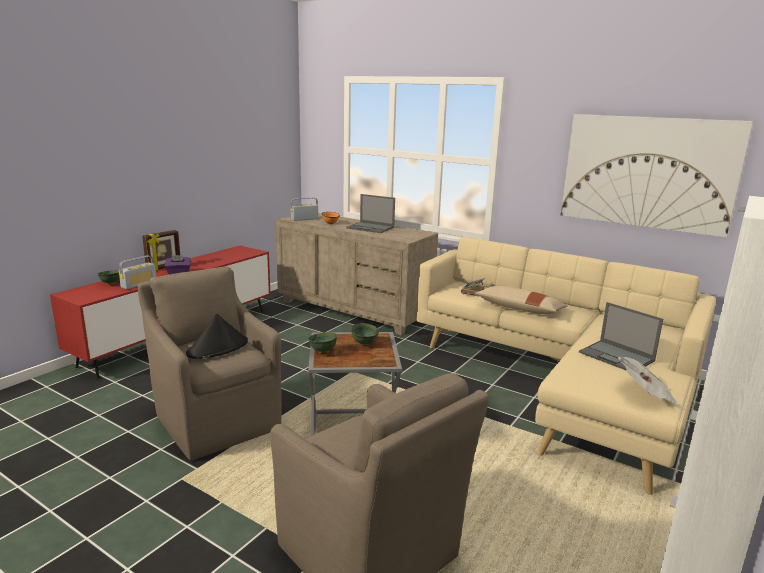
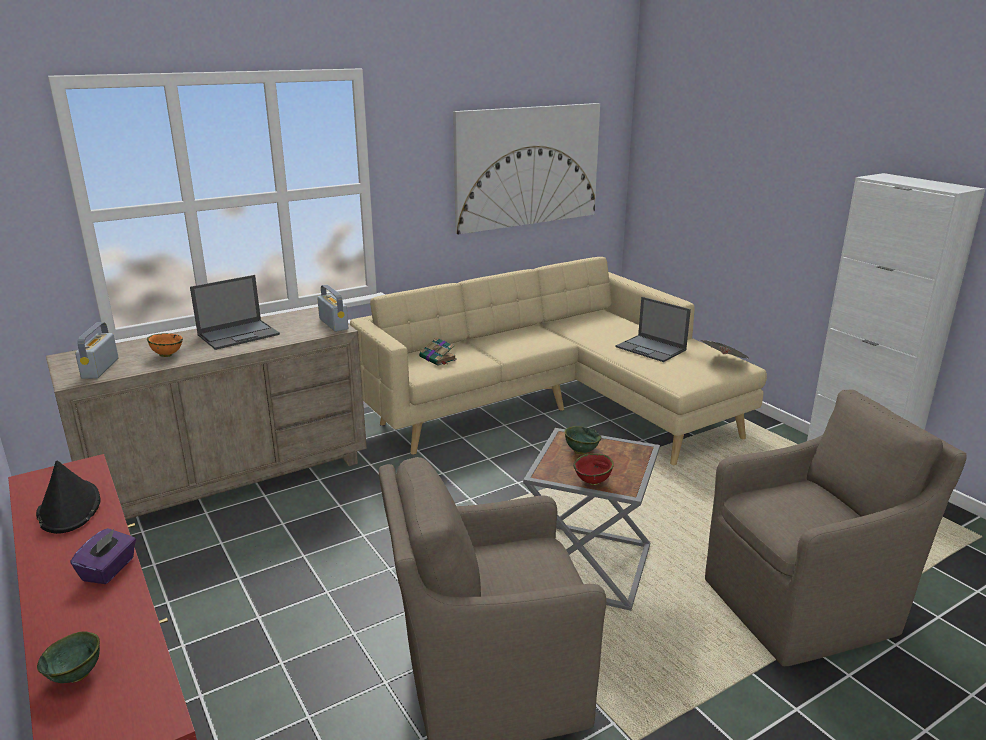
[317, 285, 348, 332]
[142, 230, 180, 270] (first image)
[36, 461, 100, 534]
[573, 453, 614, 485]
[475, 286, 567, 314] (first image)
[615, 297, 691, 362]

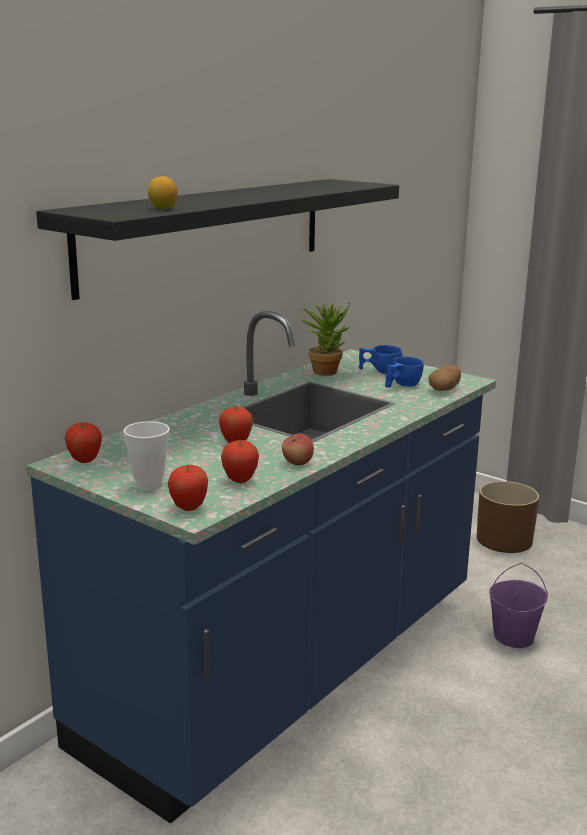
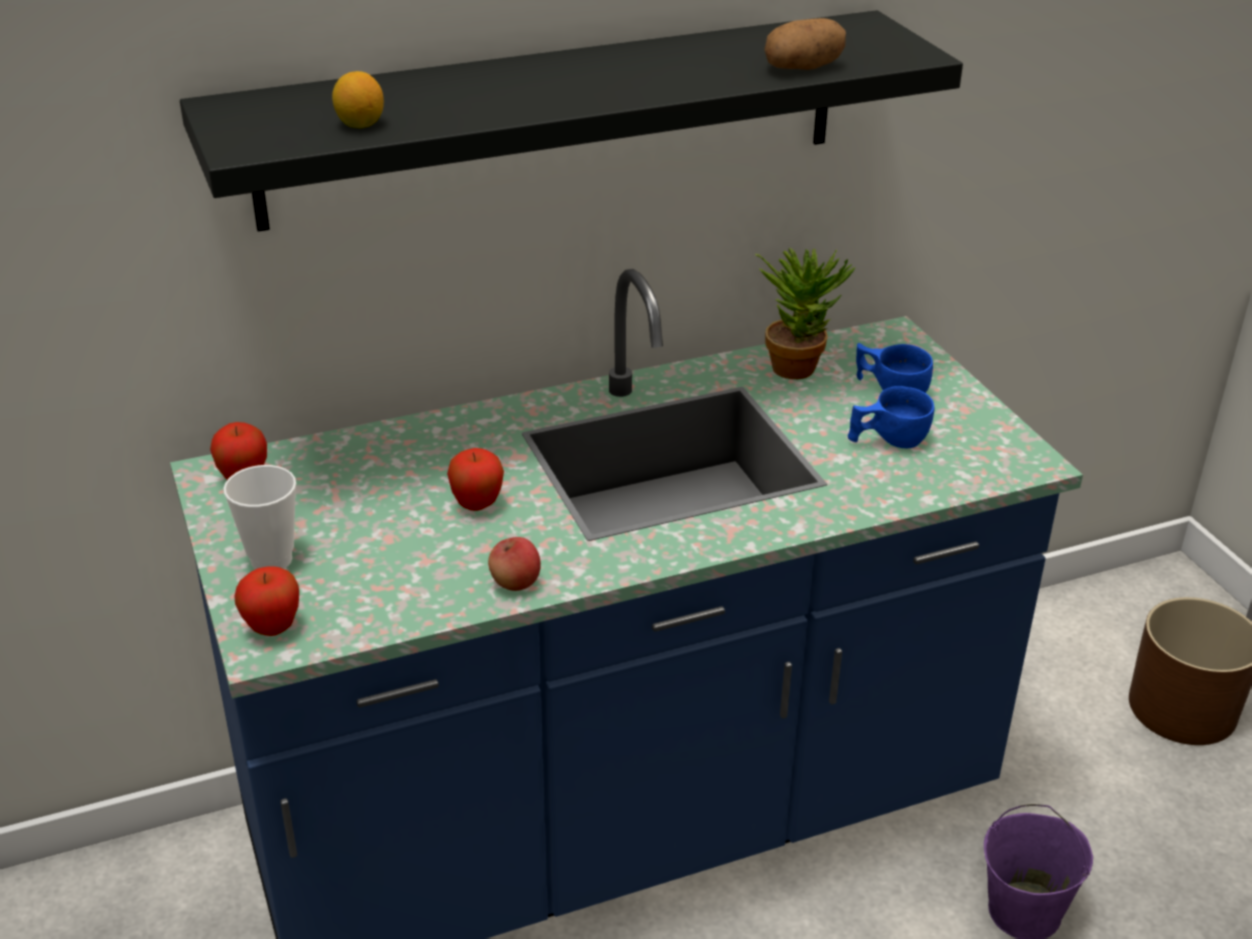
[221, 440, 259, 483] (first image)
[764, 18, 846, 70]

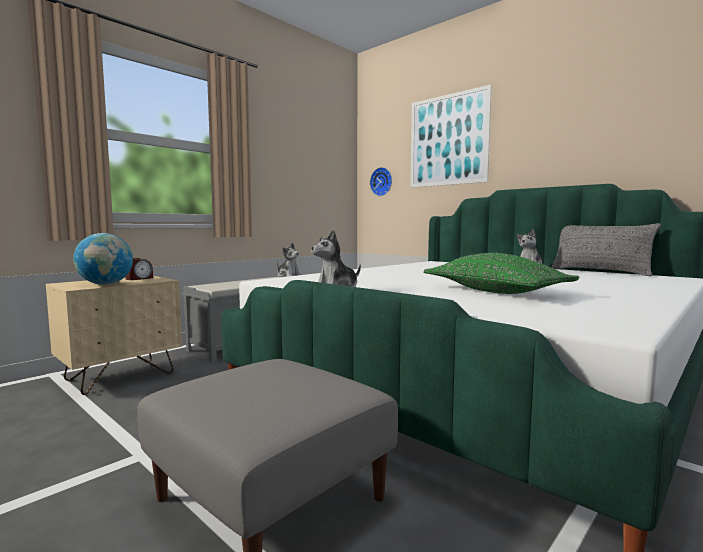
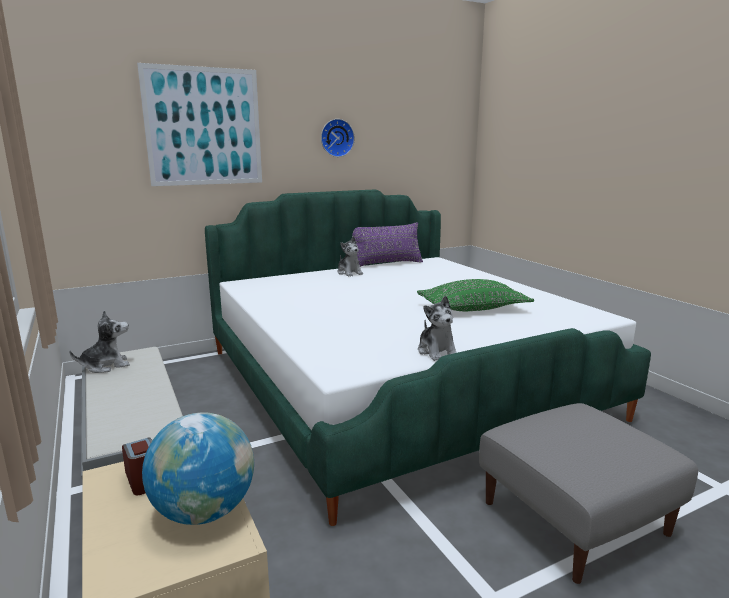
[321, 119, 355, 157]
[352, 222, 423, 267]

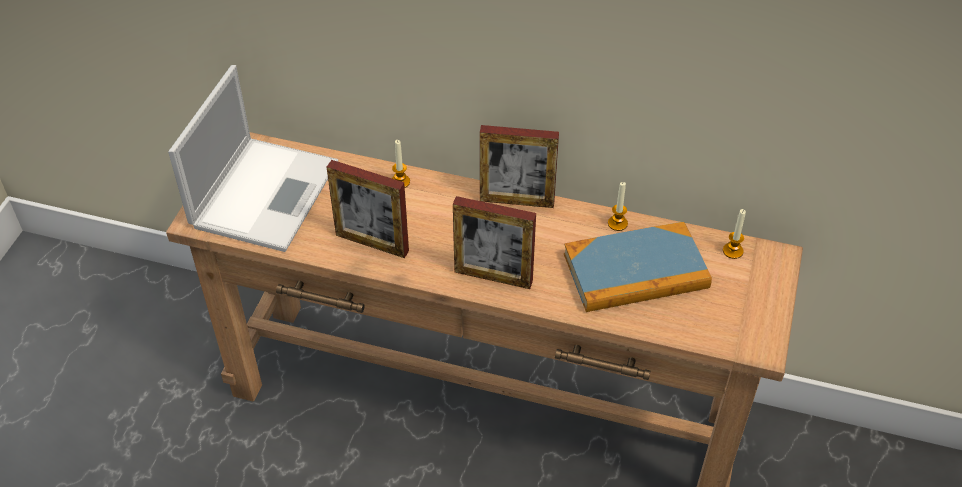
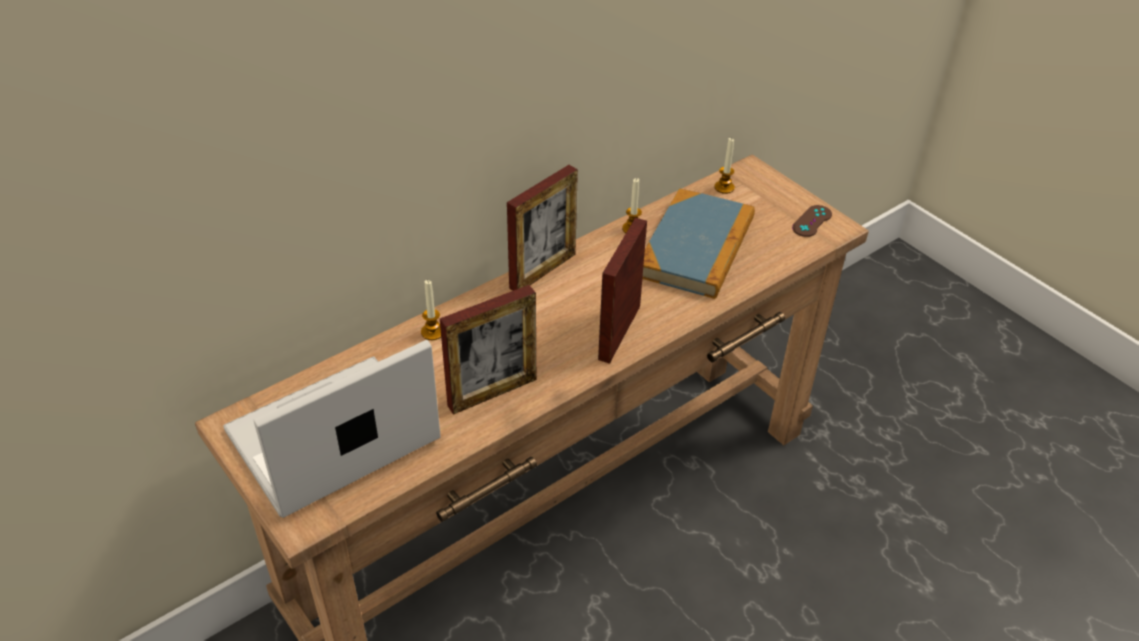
[223, 340, 441, 518]
[598, 218, 647, 364]
[792, 205, 832, 237]

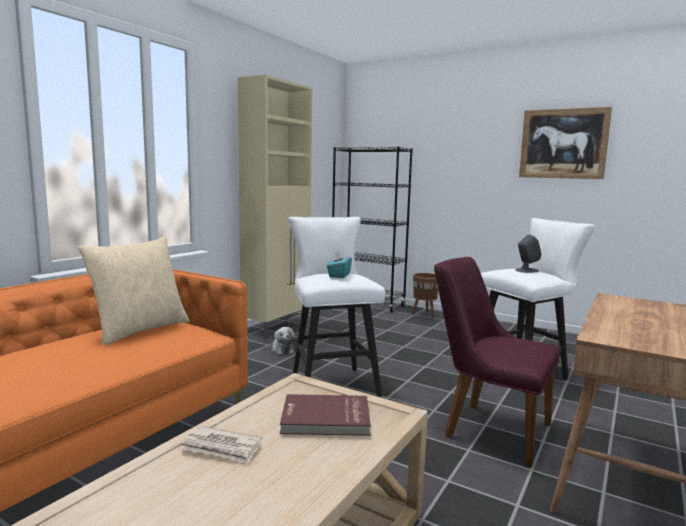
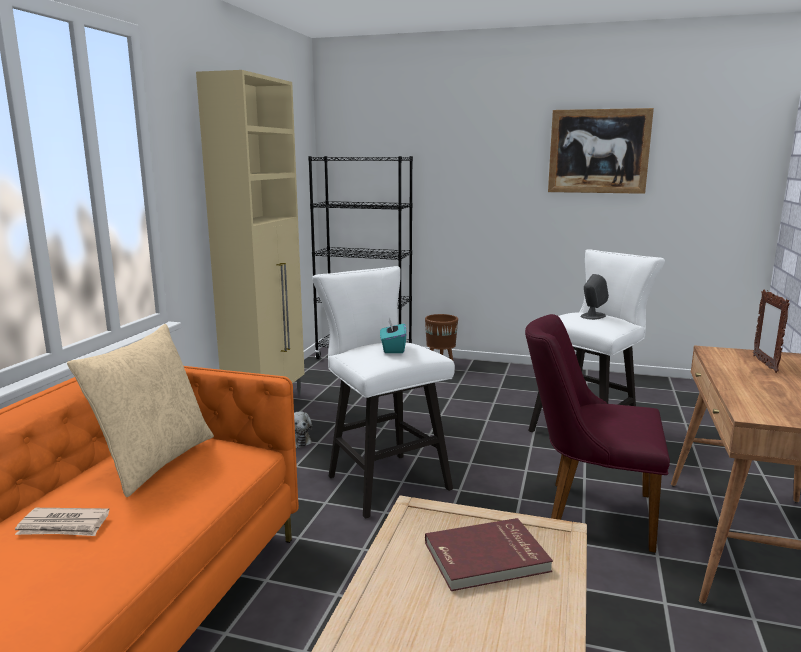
[15, 508, 109, 536]
[753, 289, 790, 373]

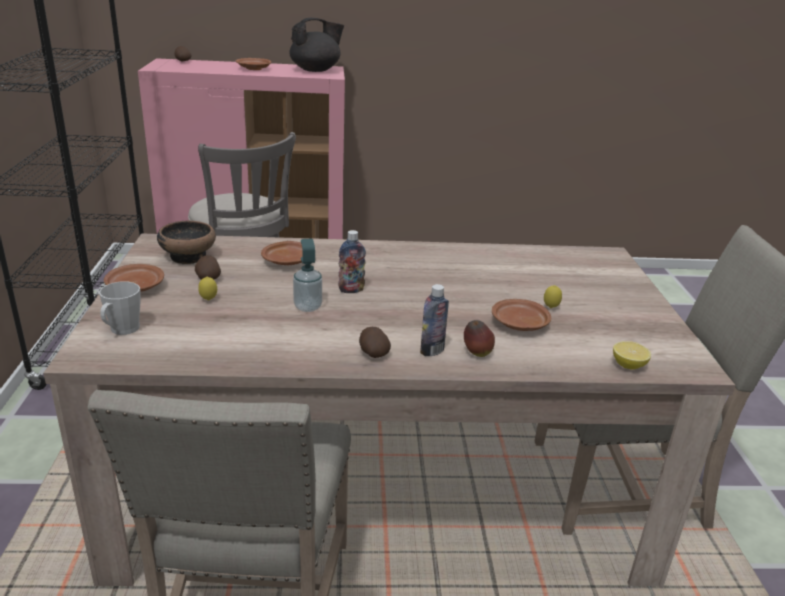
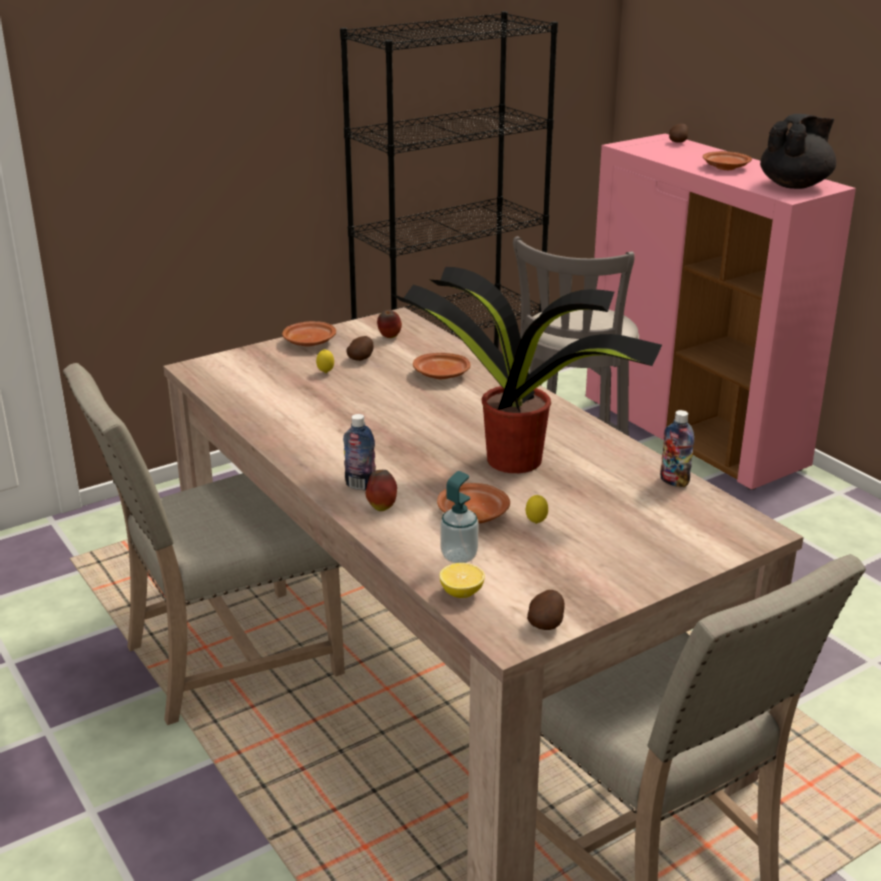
[99, 281, 141, 335] (first image)
[377, 310, 402, 338]
[760, 114, 836, 189]
[441, 471, 479, 563]
[660, 410, 694, 487]
[527, 590, 565, 630]
[392, 266, 662, 473]

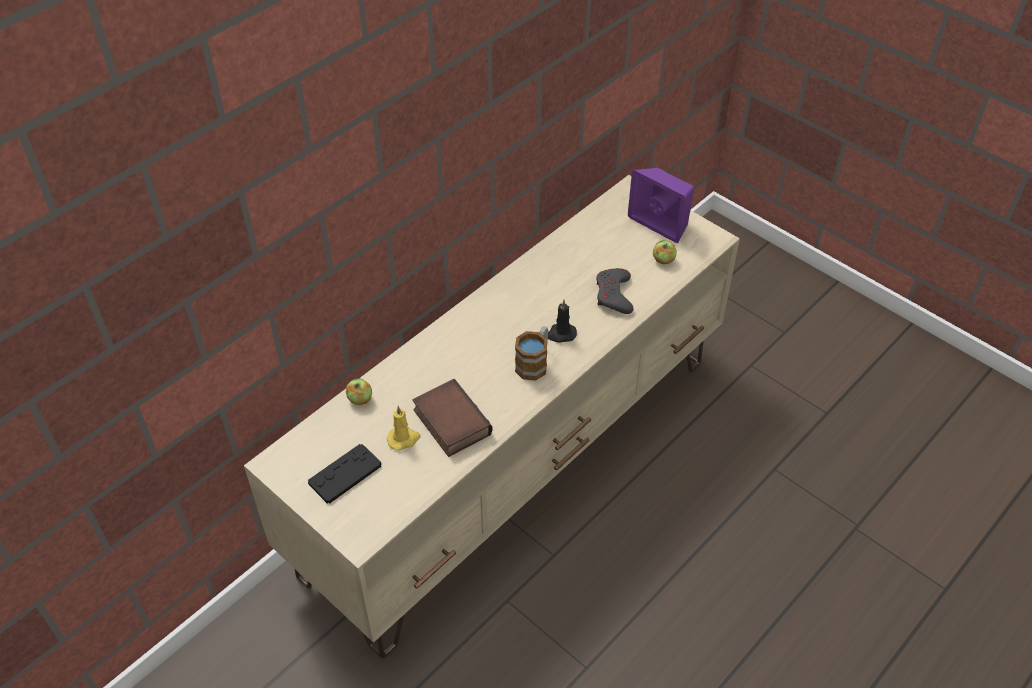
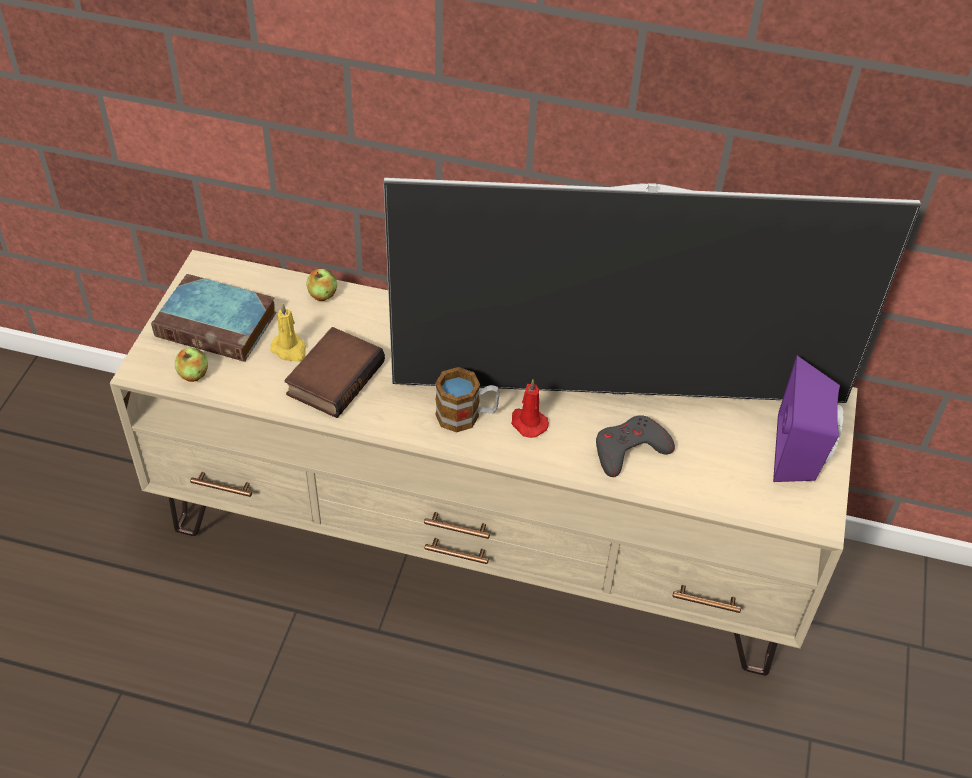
[151, 274, 277, 362]
[511, 379, 549, 438]
[175, 348, 208, 382]
[384, 178, 921, 403]

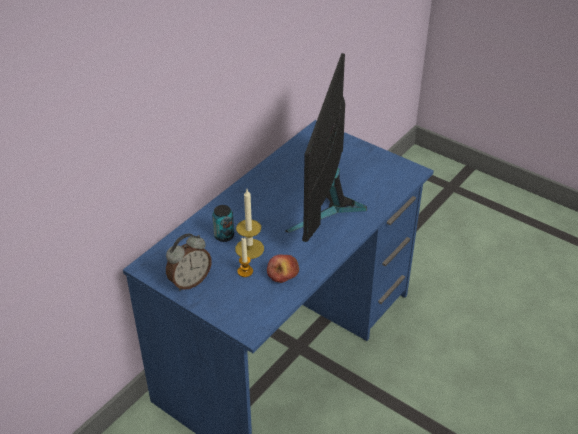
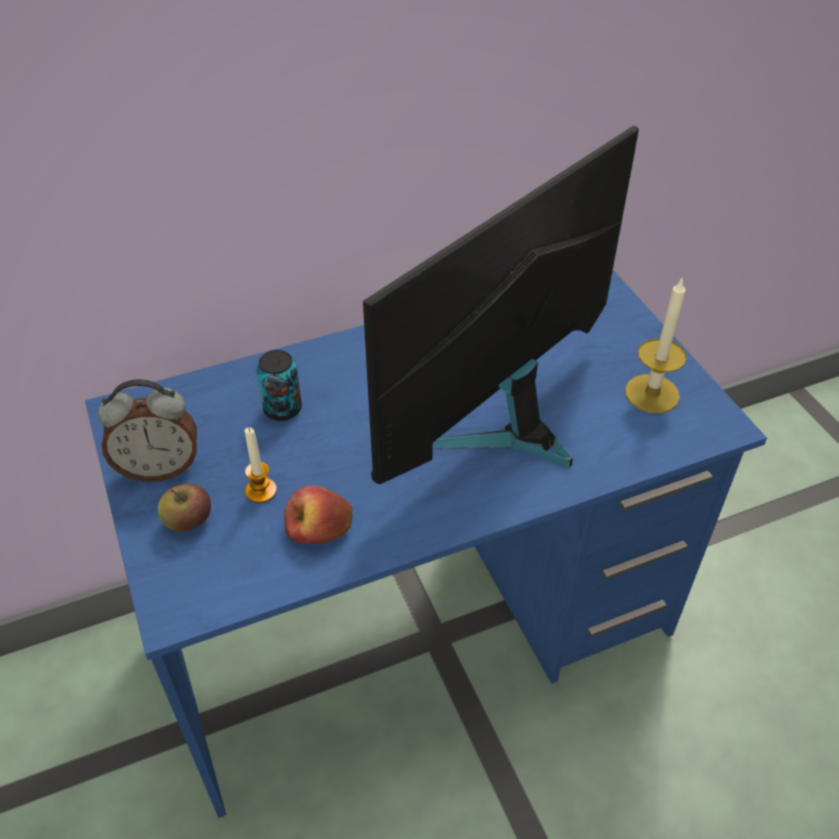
[625, 277, 687, 413]
[158, 484, 211, 532]

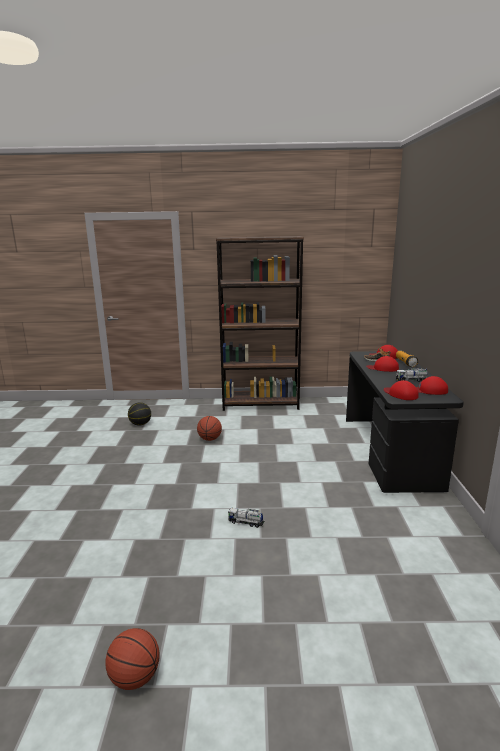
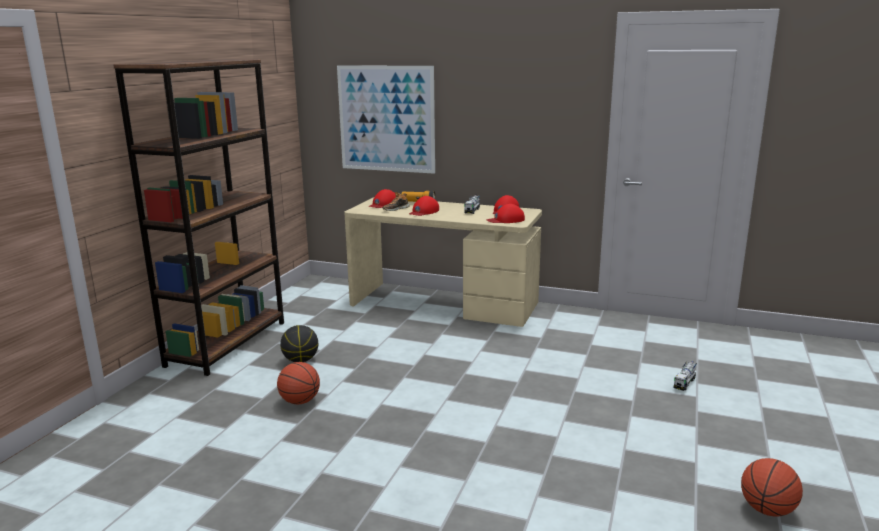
[280, 325, 318, 362]
[674, 361, 697, 391]
[344, 198, 542, 327]
[337, 65, 435, 174]

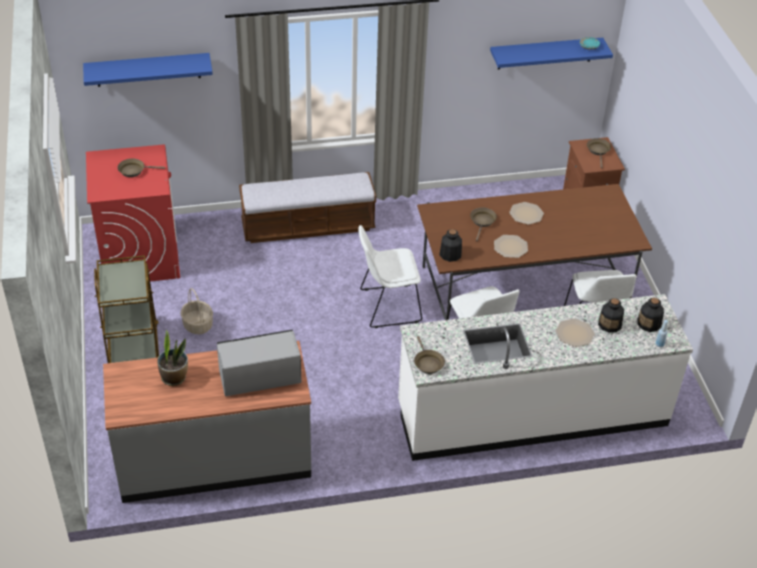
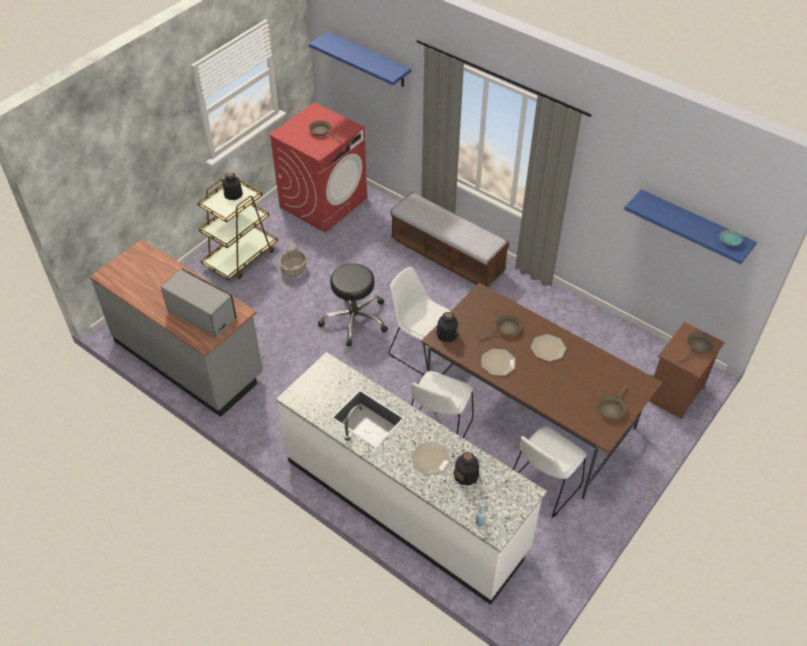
[157, 330, 188, 386] (first image)
[598, 385, 627, 419]
[223, 172, 243, 200]
[318, 263, 388, 346]

